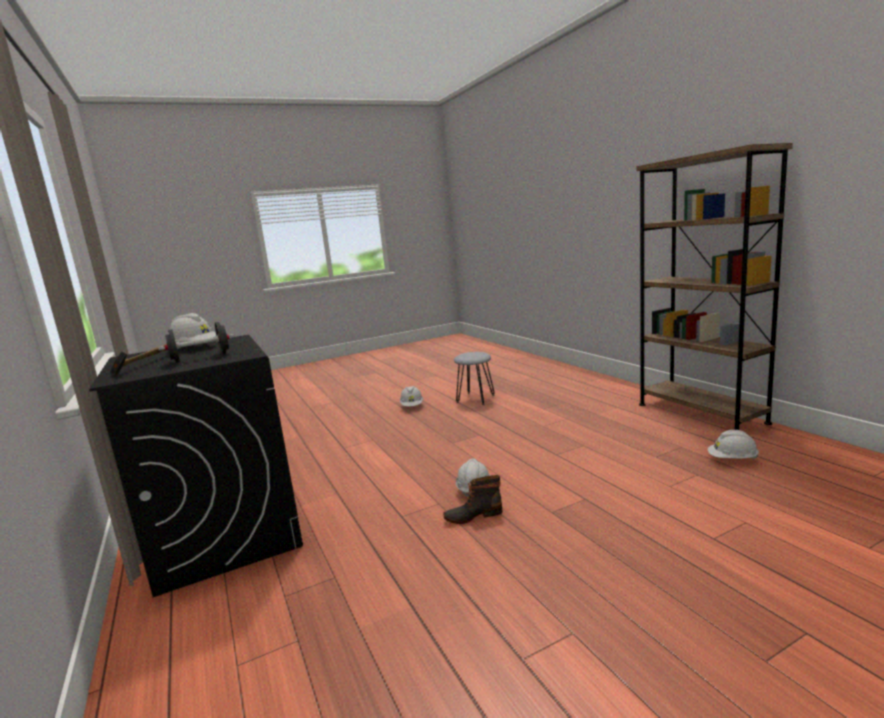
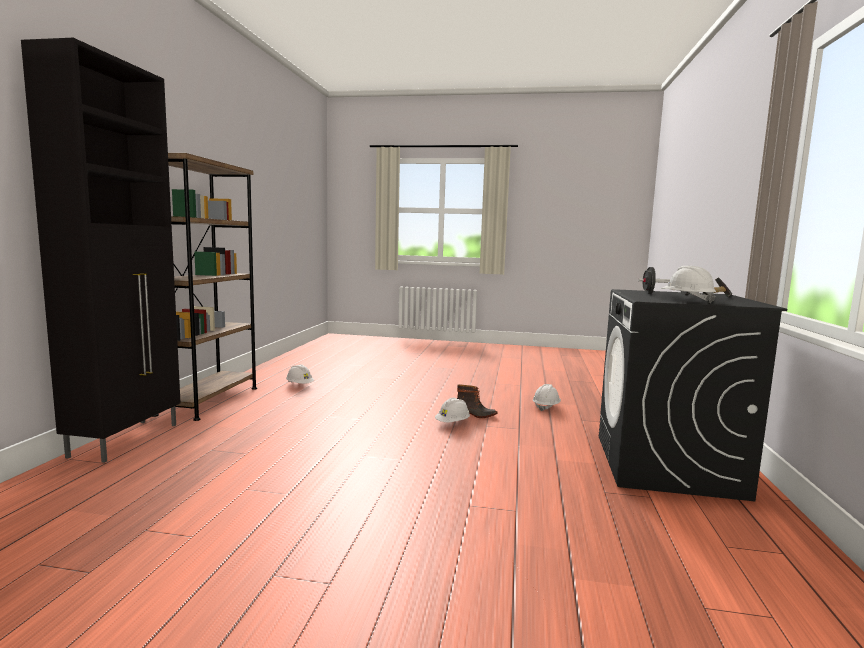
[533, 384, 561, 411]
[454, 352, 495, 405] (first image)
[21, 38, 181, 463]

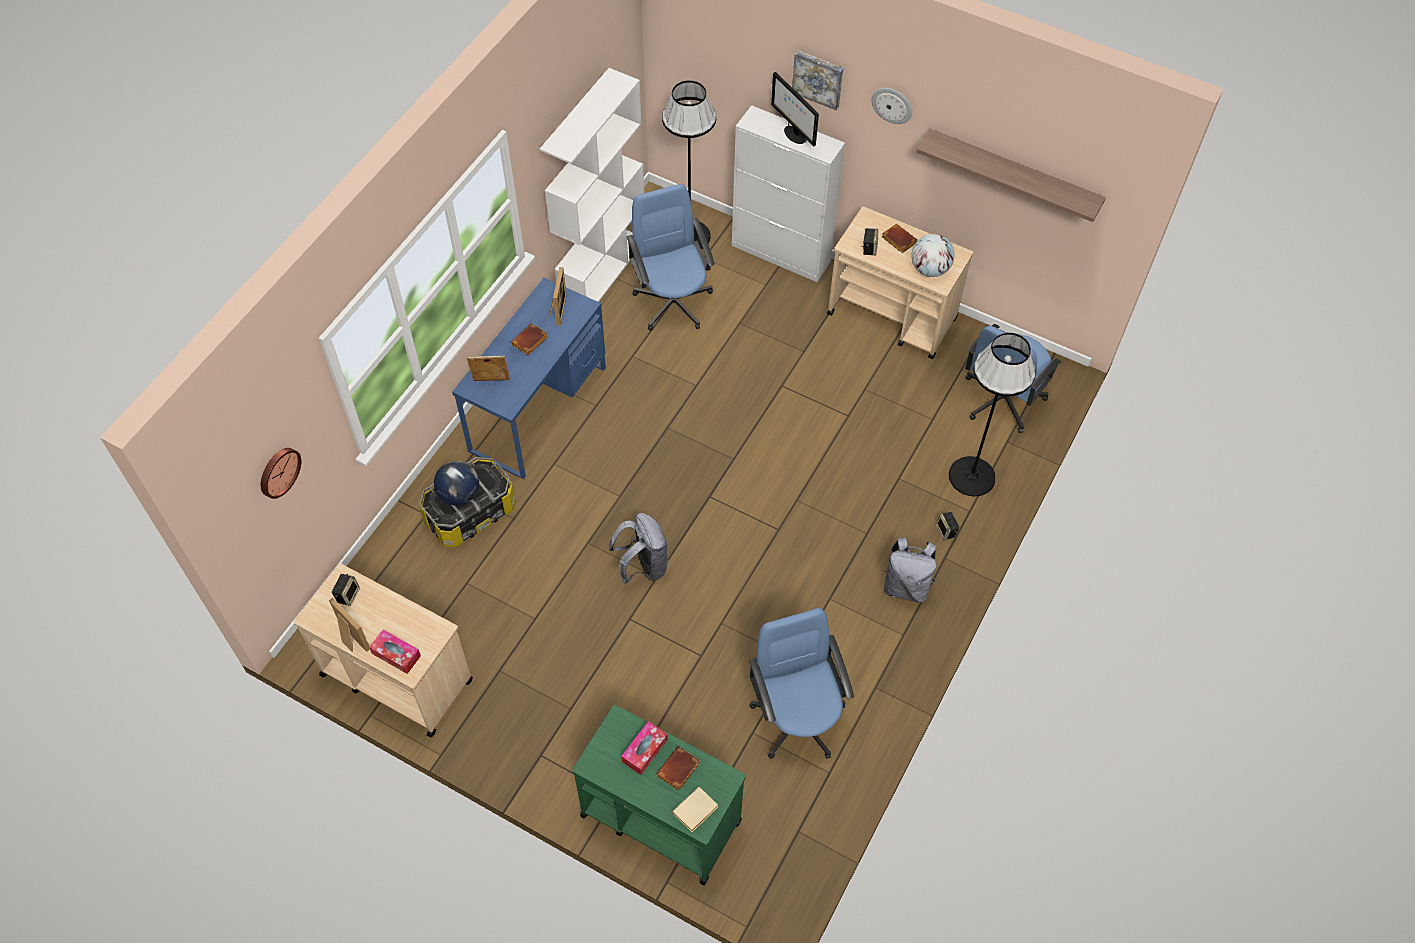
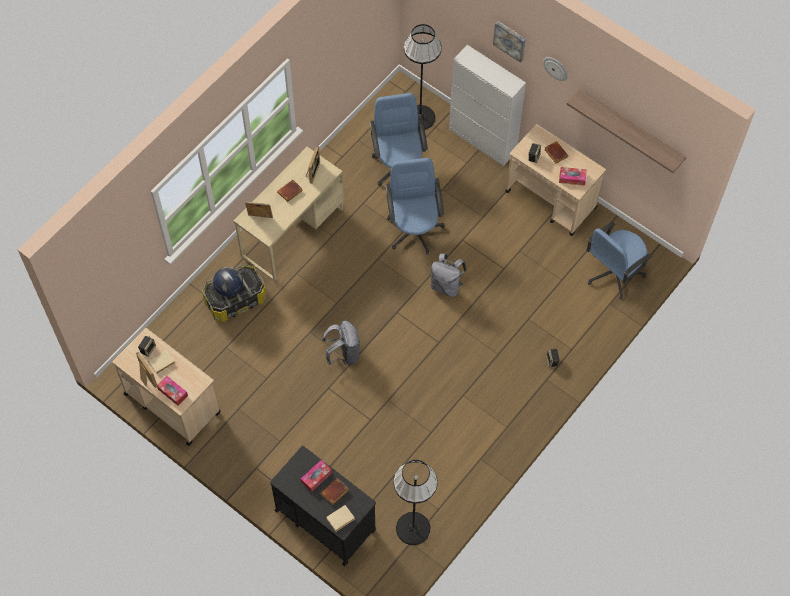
[261, 448, 301, 499] (first image)
[234, 147, 344, 281]
[540, 68, 644, 302] (first image)
[270, 446, 376, 566]
[386, 158, 445, 254]
[771, 72, 819, 147] (first image)
[431, 253, 467, 297]
[559, 167, 586, 186]
[393, 460, 438, 545]
[148, 350, 175, 374]

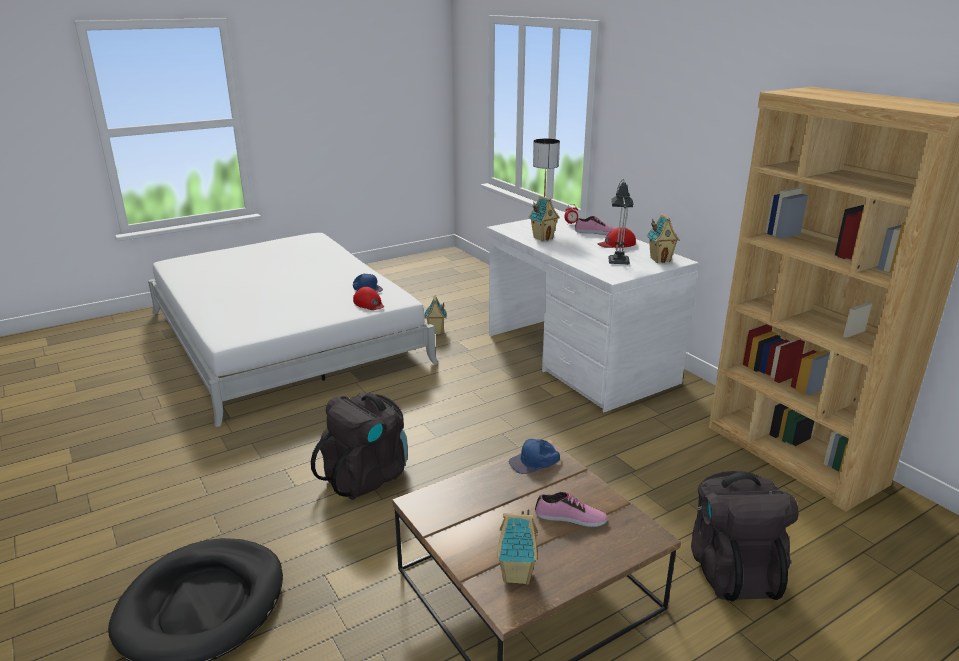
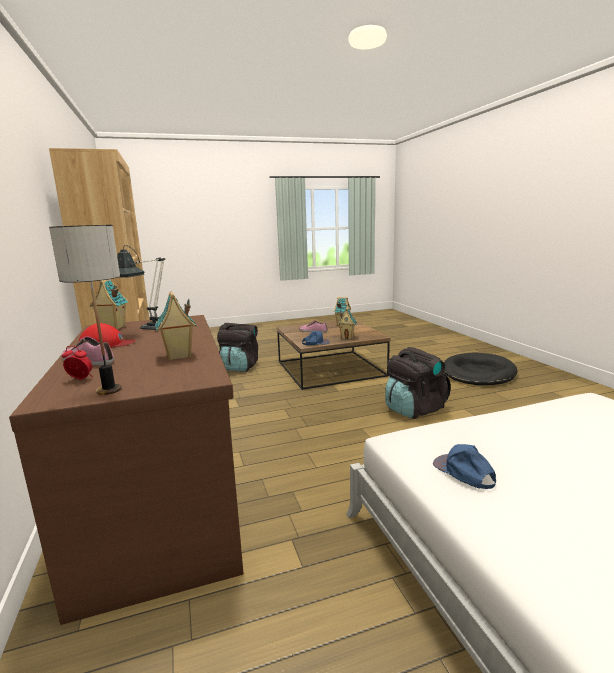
[353, 287, 384, 310] (first image)
[337, 307, 357, 340]
[9, 315, 244, 625]

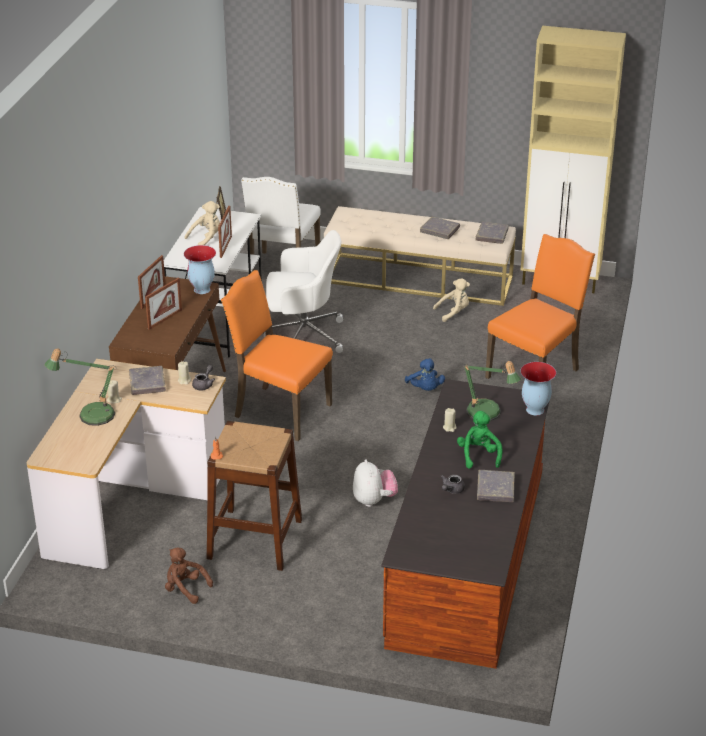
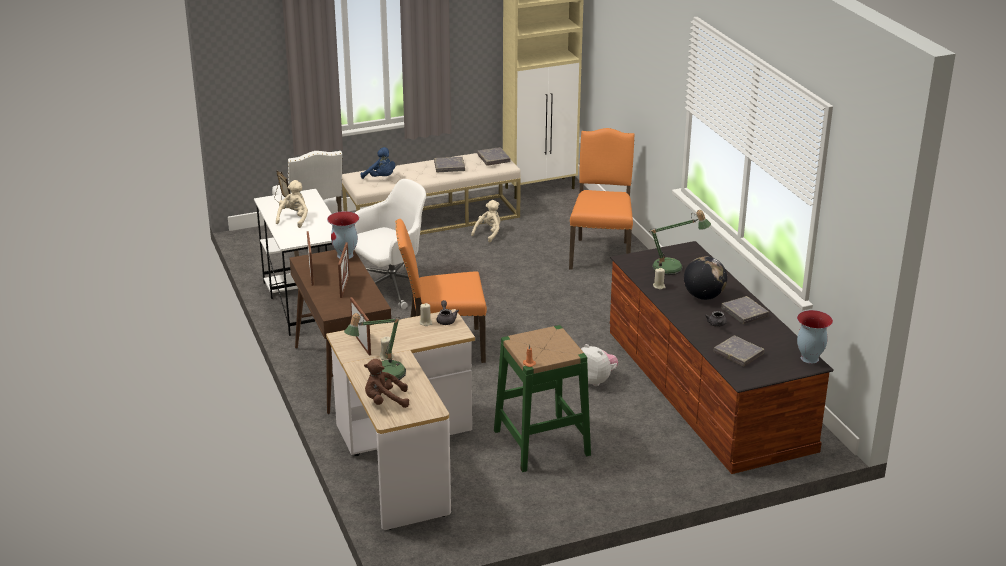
[713, 335, 764, 367]
[364, 359, 409, 408]
[494, 325, 591, 472]
[350, 297, 371, 355]
[361, 147, 395, 179]
[684, 257, 727, 300]
[797, 310, 833, 364]

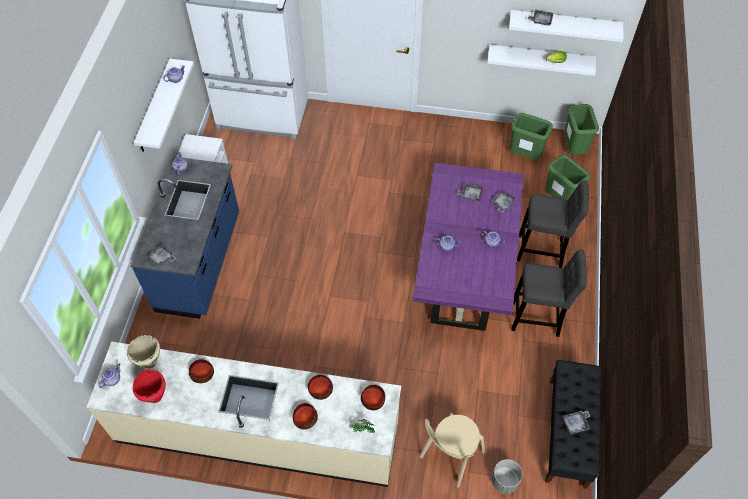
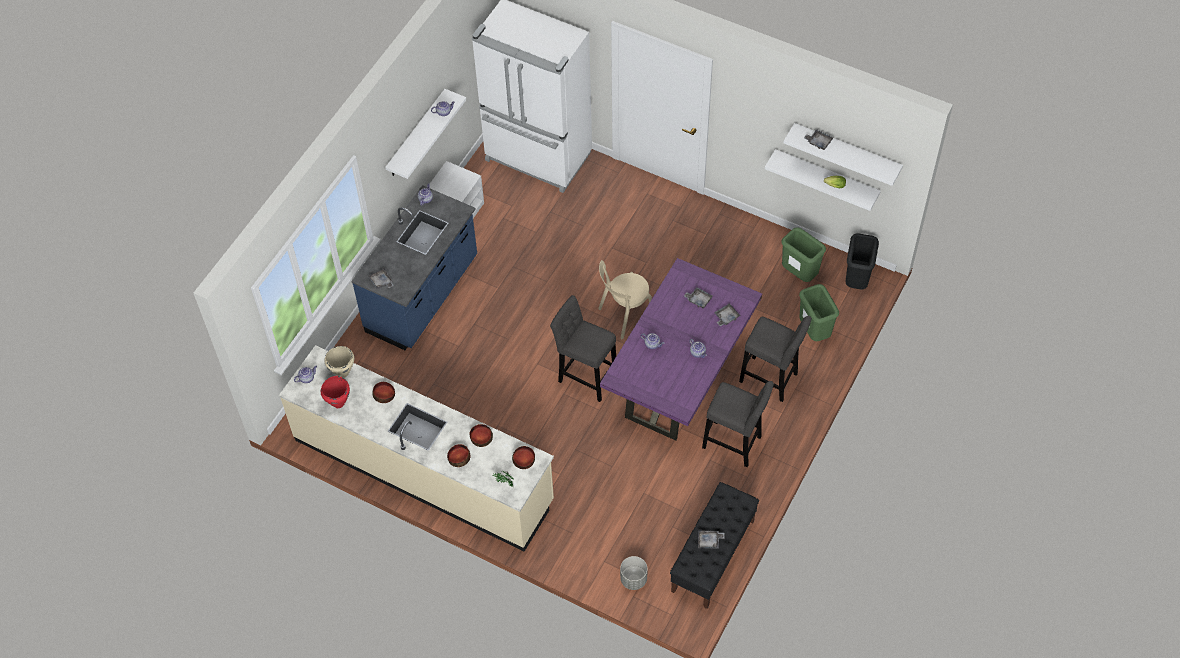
[598, 260, 652, 339]
[846, 233, 879, 289]
[550, 295, 616, 402]

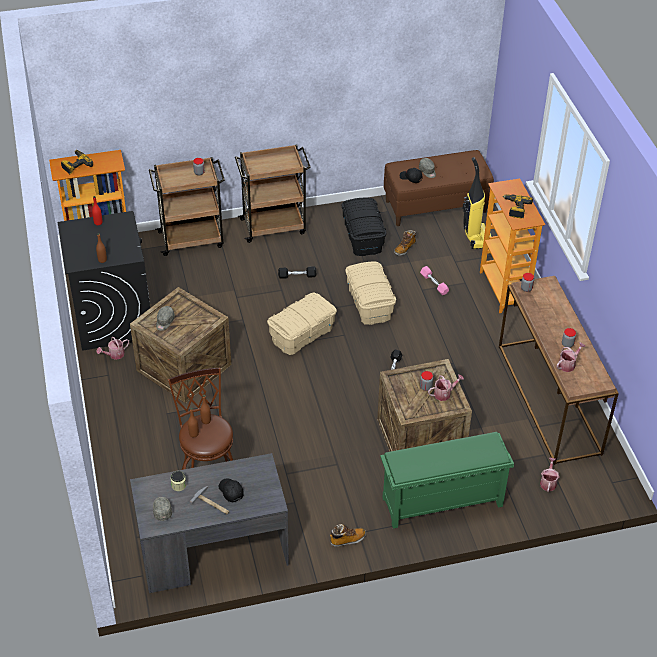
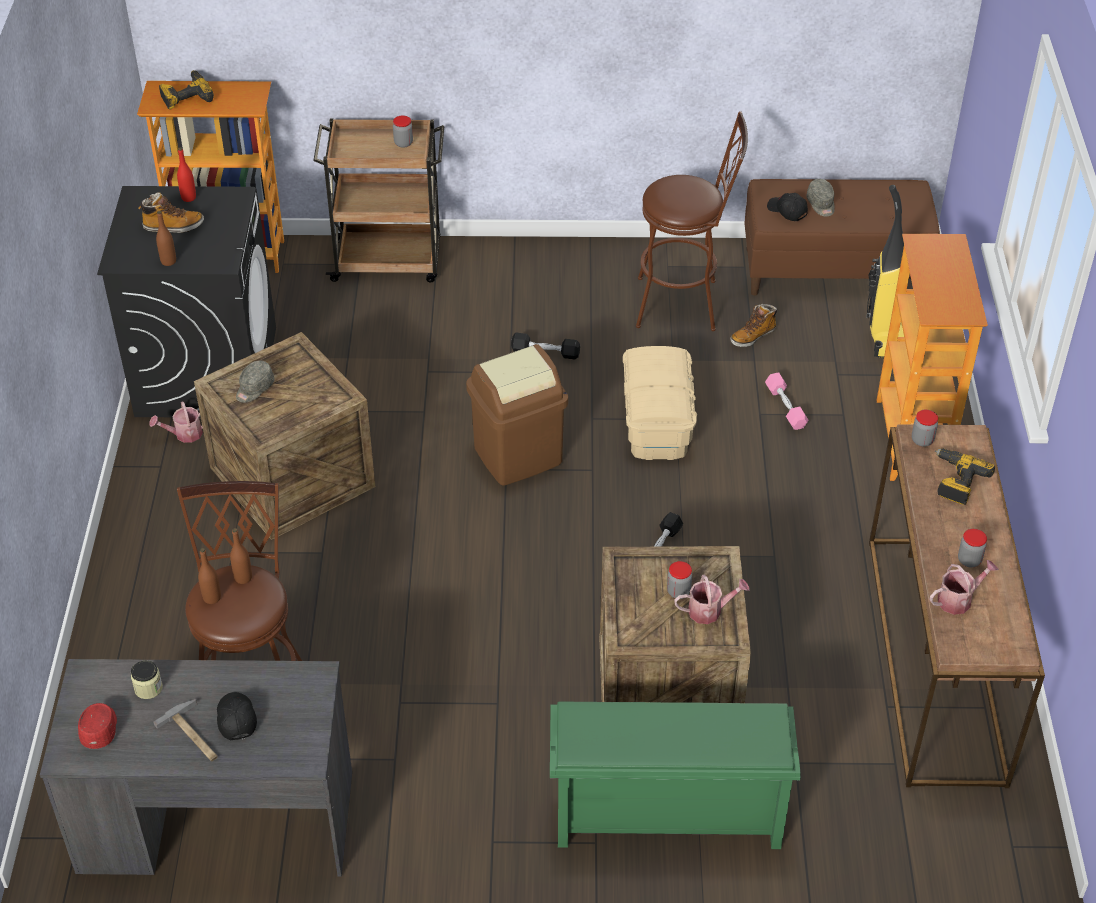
[78, 703, 117, 749]
[235, 145, 311, 243] (first image)
[466, 344, 568, 486]
[138, 193, 204, 233]
[636, 111, 748, 331]
[935, 448, 995, 505]
[540, 458, 560, 492] (first image)

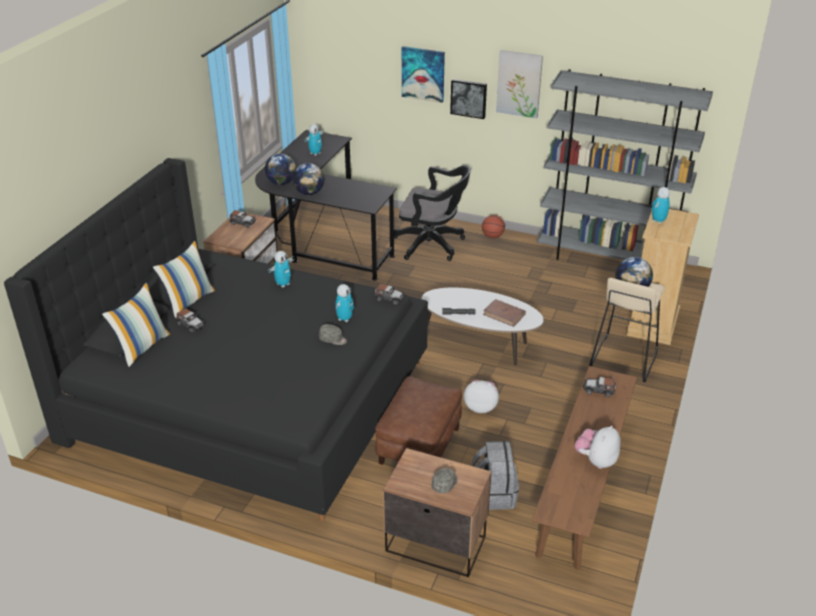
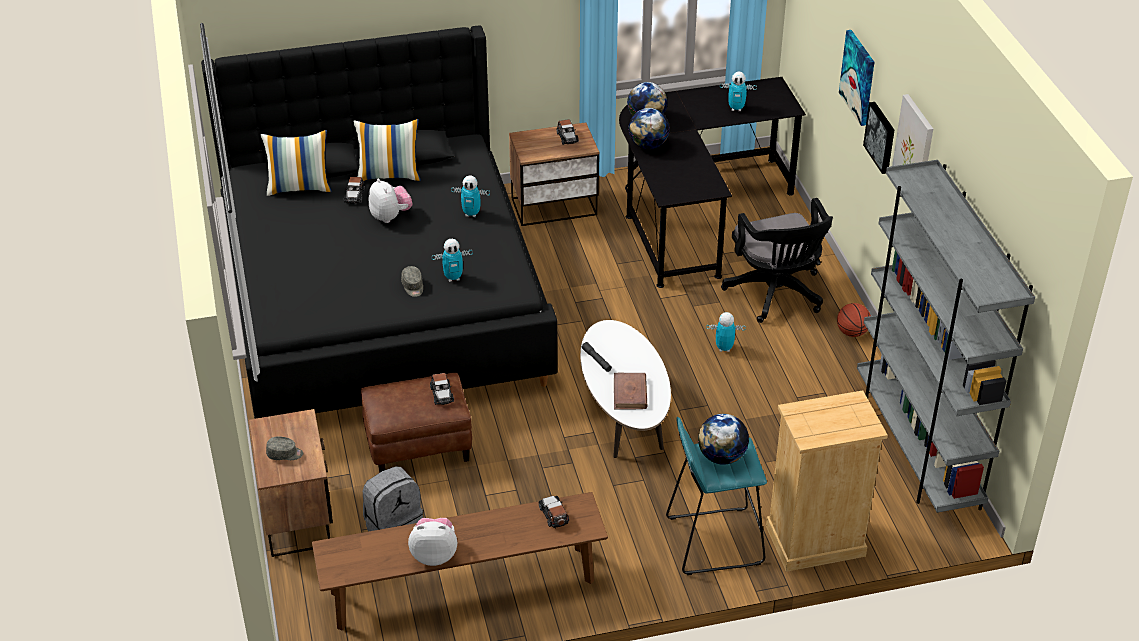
[430, 373, 454, 405]
[369, 178, 413, 223]
[666, 417, 767, 575]
[706, 312, 746, 352]

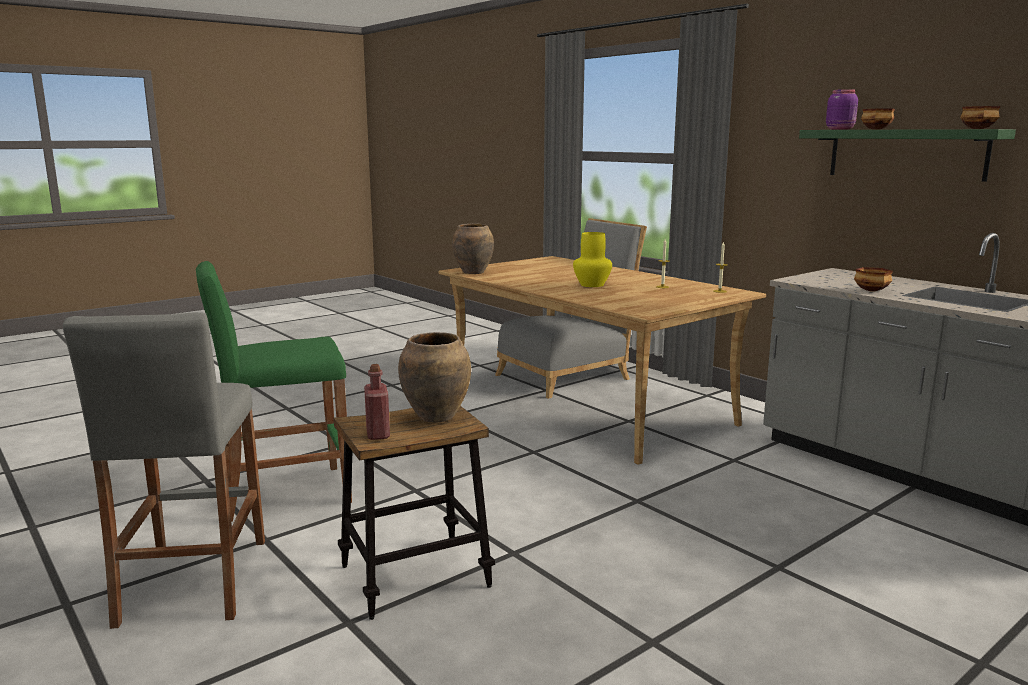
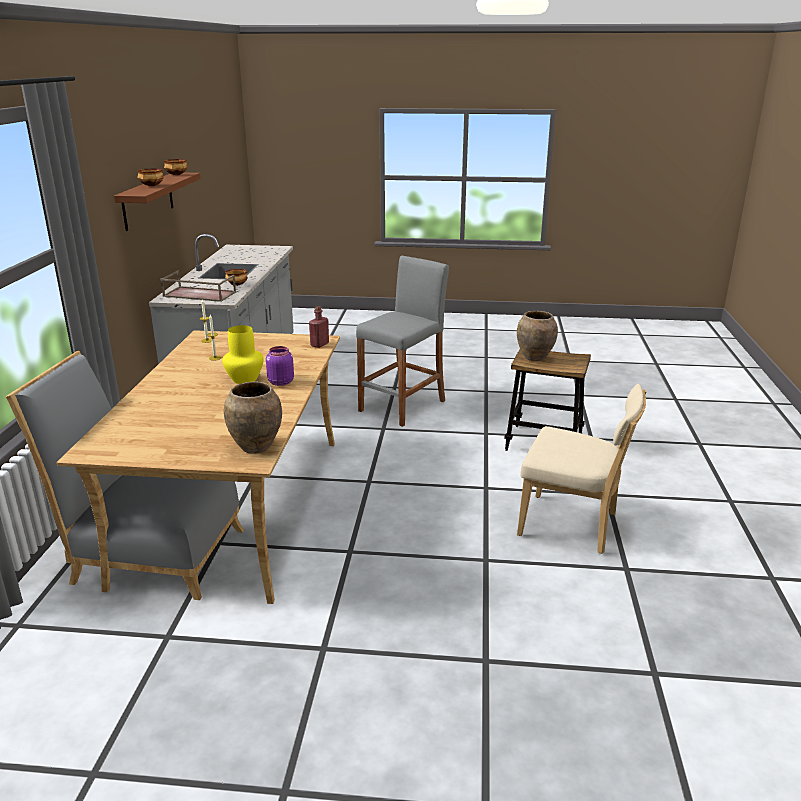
[356, 256, 449, 427]
[517, 384, 646, 554]
[309, 306, 329, 348]
[114, 173, 201, 231]
[266, 346, 294, 386]
[160, 271, 236, 302]

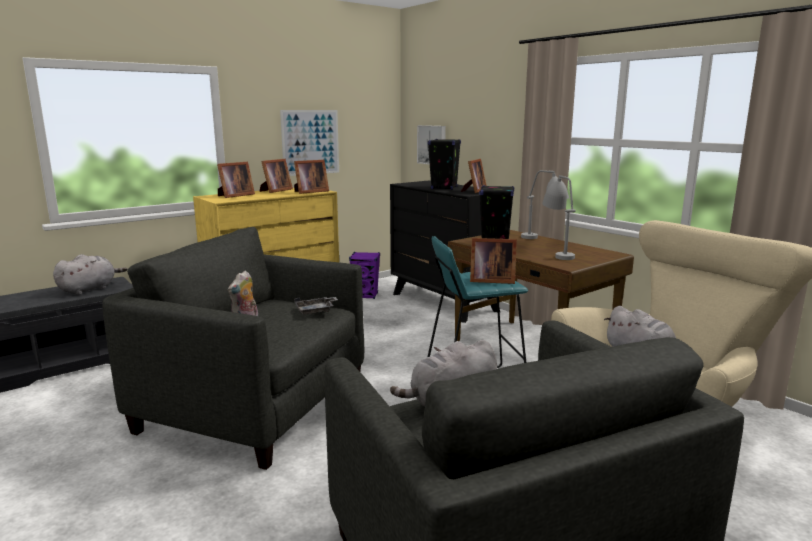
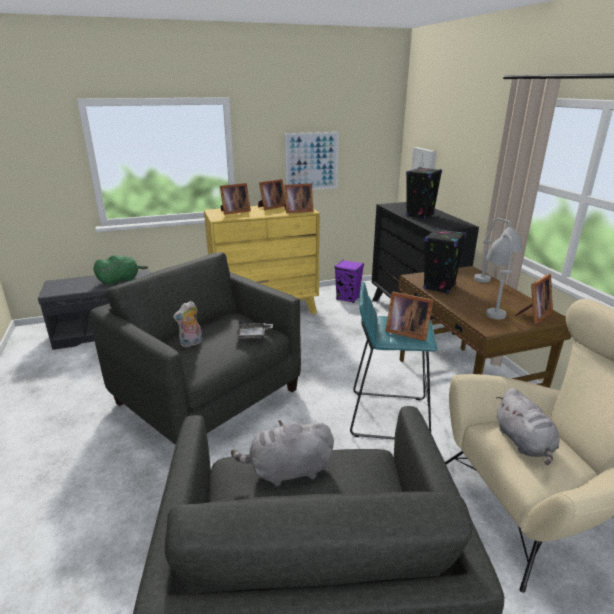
[93, 255, 148, 285]
[515, 274, 553, 324]

